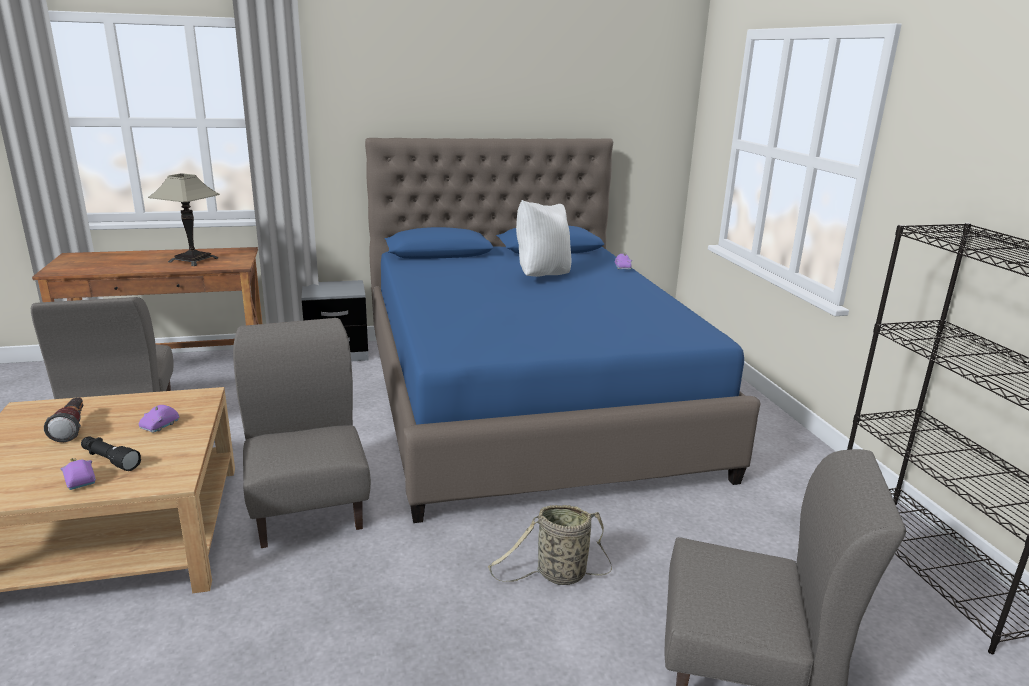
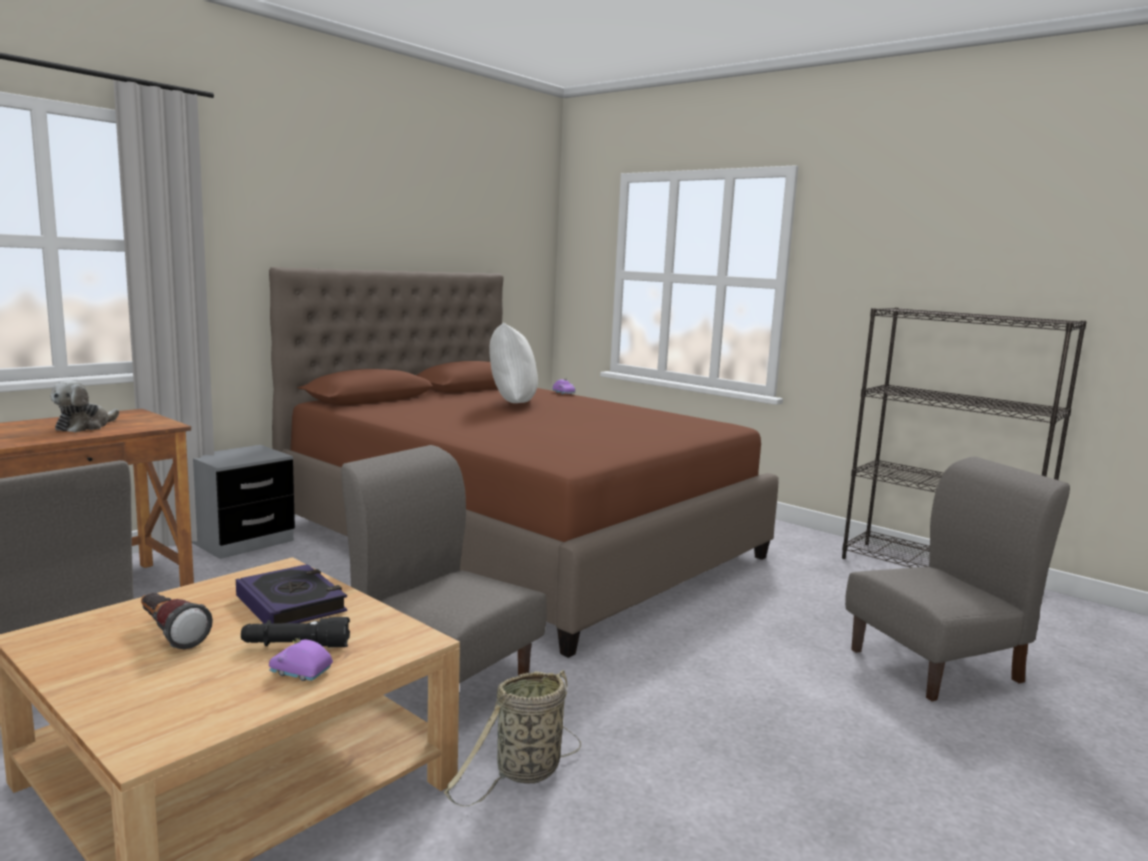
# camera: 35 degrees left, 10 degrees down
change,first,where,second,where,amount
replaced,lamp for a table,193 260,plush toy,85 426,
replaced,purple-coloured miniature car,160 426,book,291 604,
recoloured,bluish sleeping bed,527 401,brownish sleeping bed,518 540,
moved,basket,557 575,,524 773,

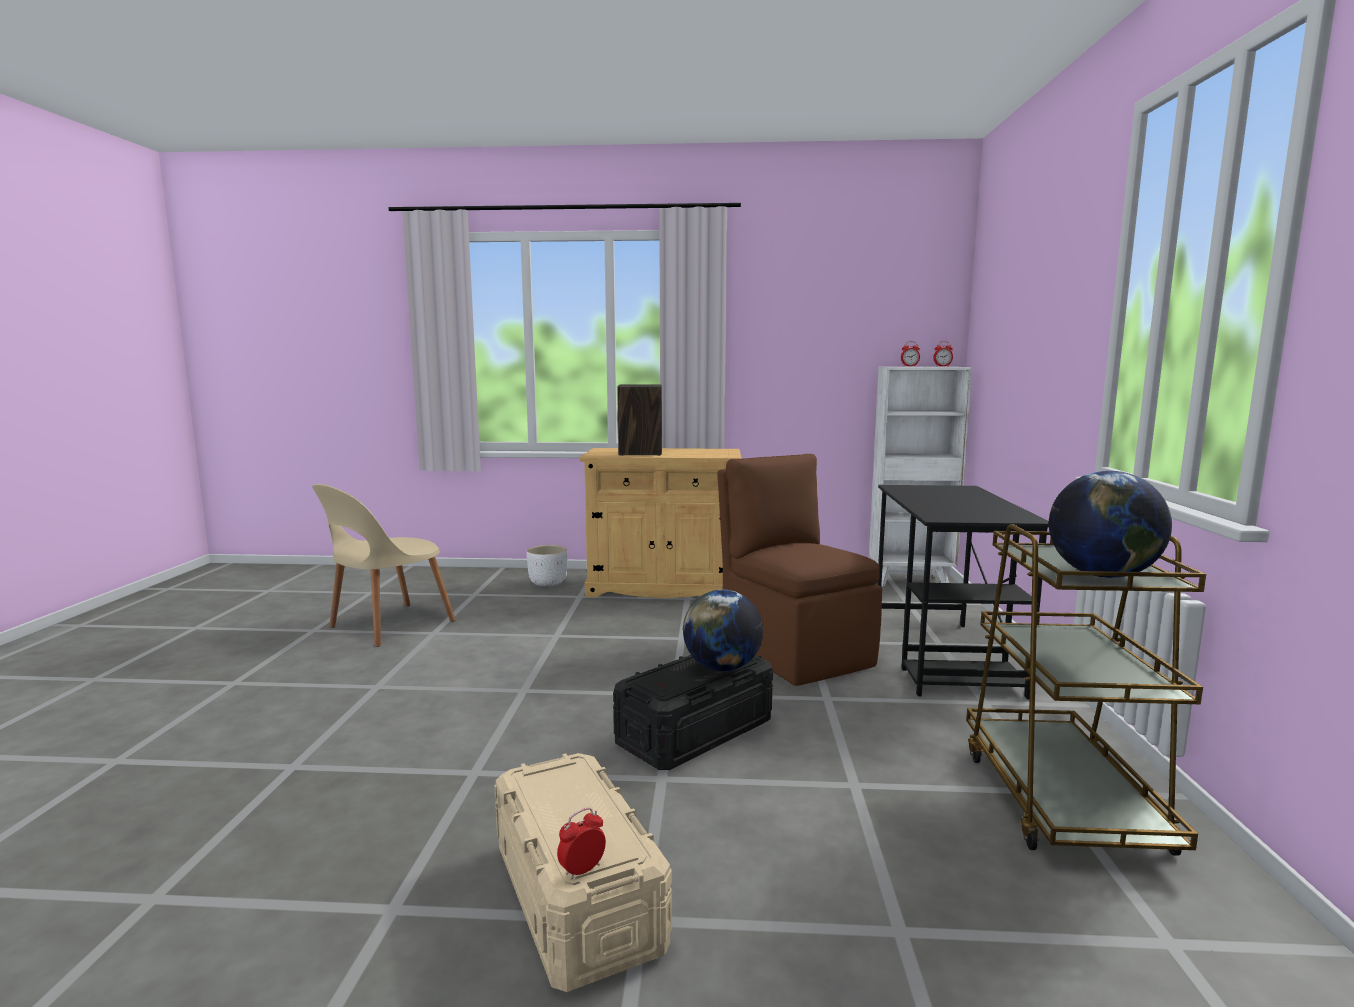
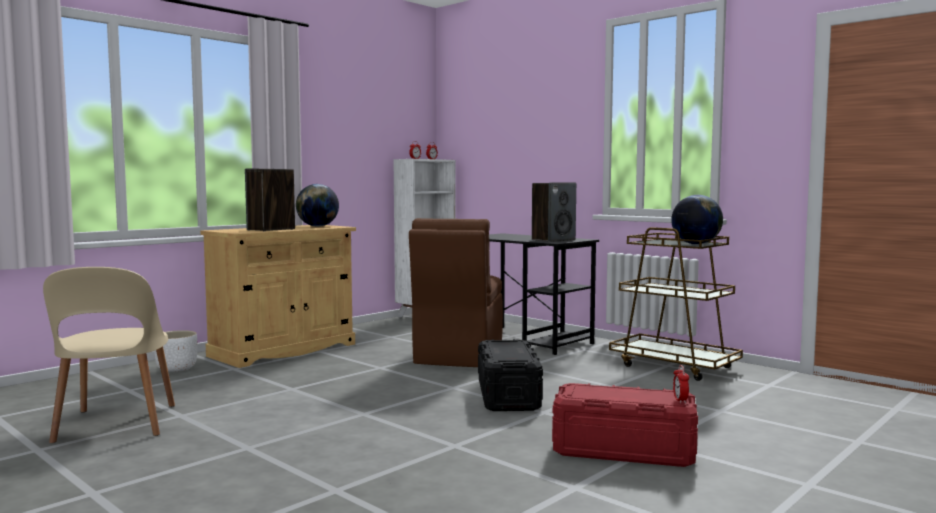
# camera: 50 degrees left, 5 degrees down
change,first,where,second,where,amount
moved,world globe,722 668,,317 226,
turned,brownish plain chair,794 651,,458 356,90 degrees counterclockwise
added,,,speaker,553 240,
recoloured,sand-coloured storage container,576 897,red-coloured storage container,623 450,

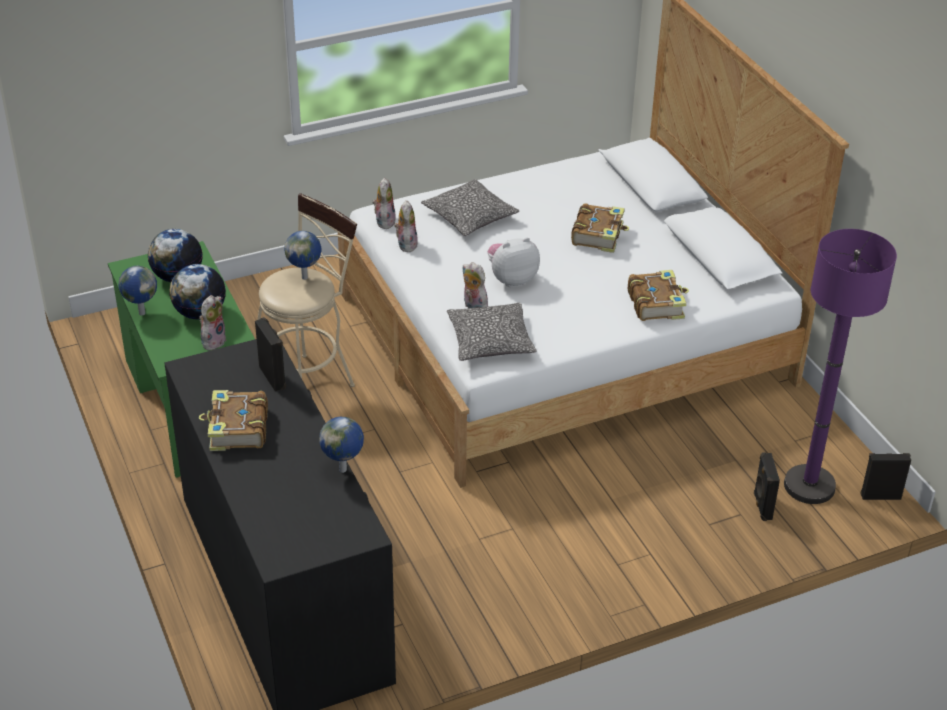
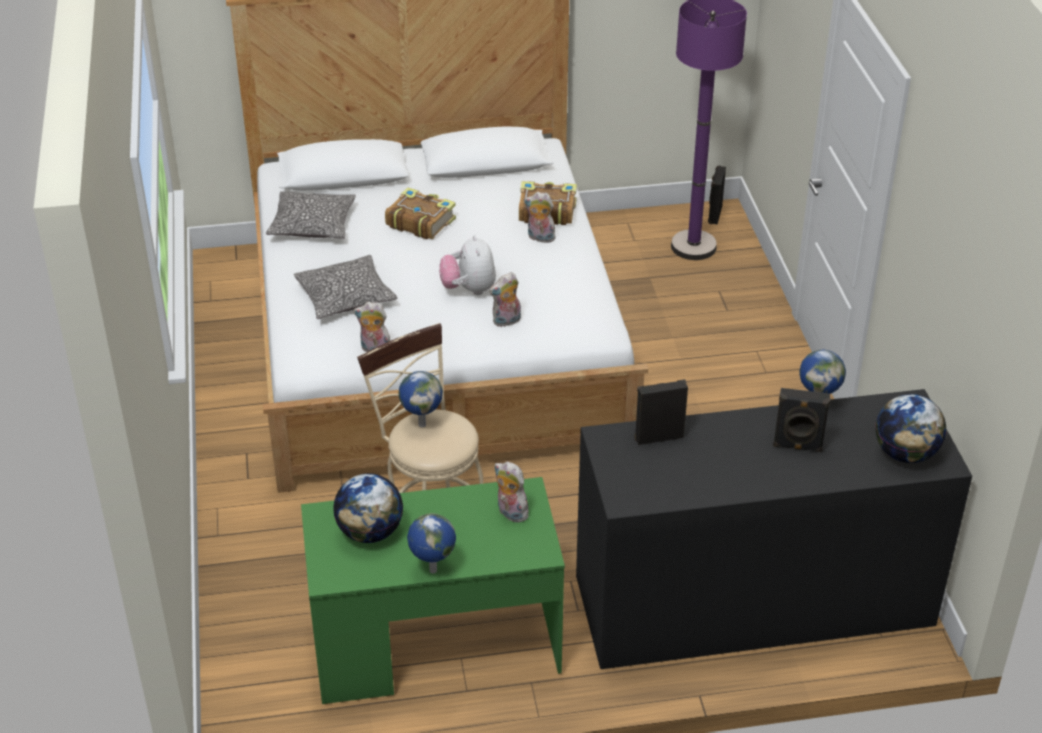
# camera: 75 degrees left, 0 degrees up
change,first,where,second,where,amount
moved,cushion,490 341,,312 225,
moved,plush toy,384 221,,540 238,
moved,blackish speaker,761 506,,797 446,
moved,world globe,199 313,,905 454,
removed,book,237 430,,,

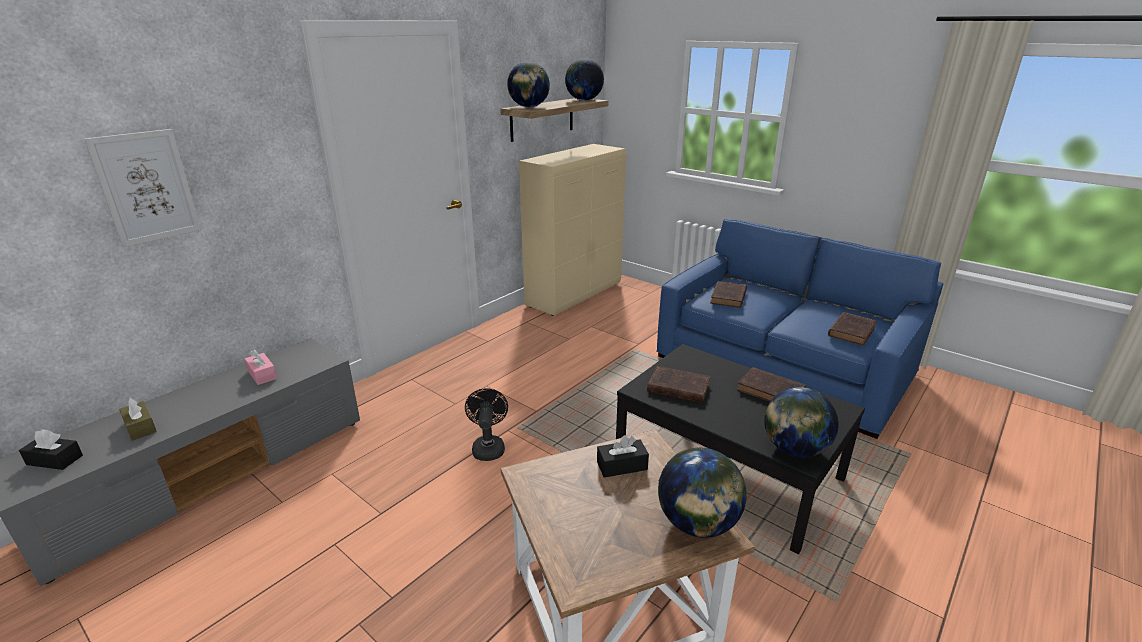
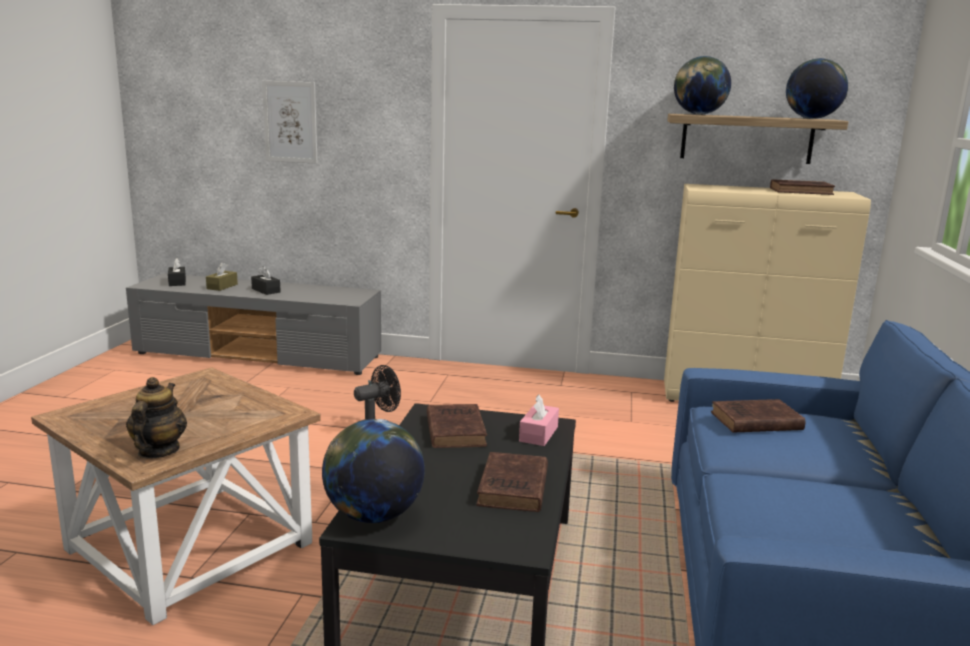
# camera: 60 degrees right, 10 degrees down
change,first,where,second,where,amount
replaced,world globe,697 524,teapot,158 451,
moved,blackish box of tissues,622 466,,266 290,
moved,pink-coloured box of tissues,262 375,,538 434,
moved,brownish book,852 331,,802 191,

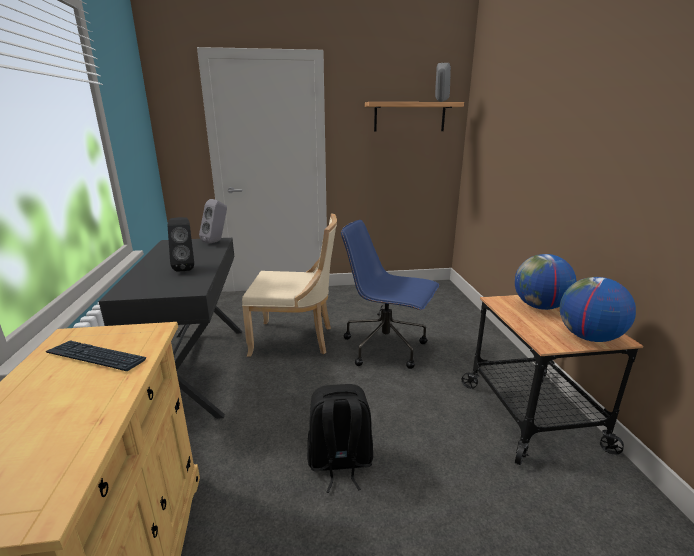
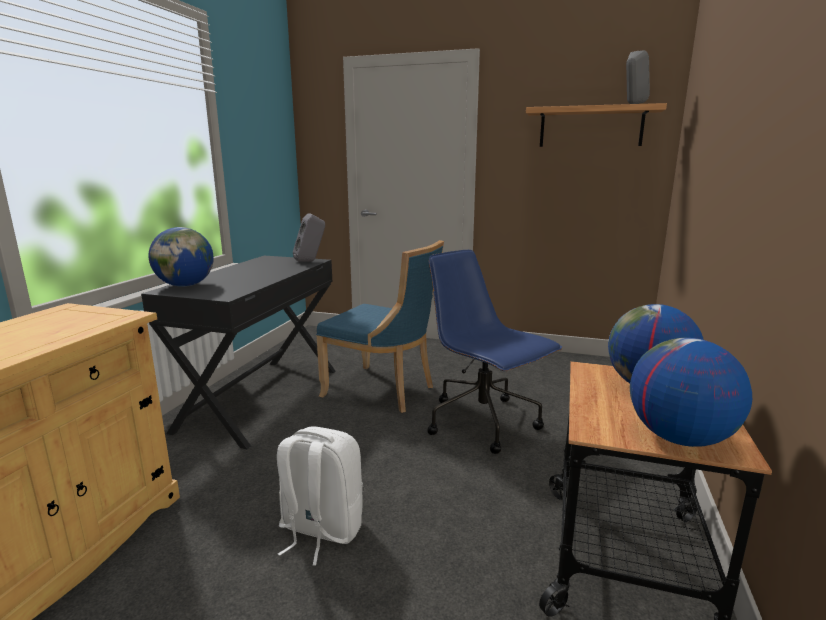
# camera: 25 degrees right, 5 degrees down
change,first,where,second,where,amount
added,,,world globe,186 285,
recoloured,blackish knapsack,339 463,white knapsack,320 530,
recoloured,sand-coloured plain chair,295 339,bluish plain chair,383 391,
removed,computer keyboard,96 357,,,
removed,blackish speaker,186 268,,,

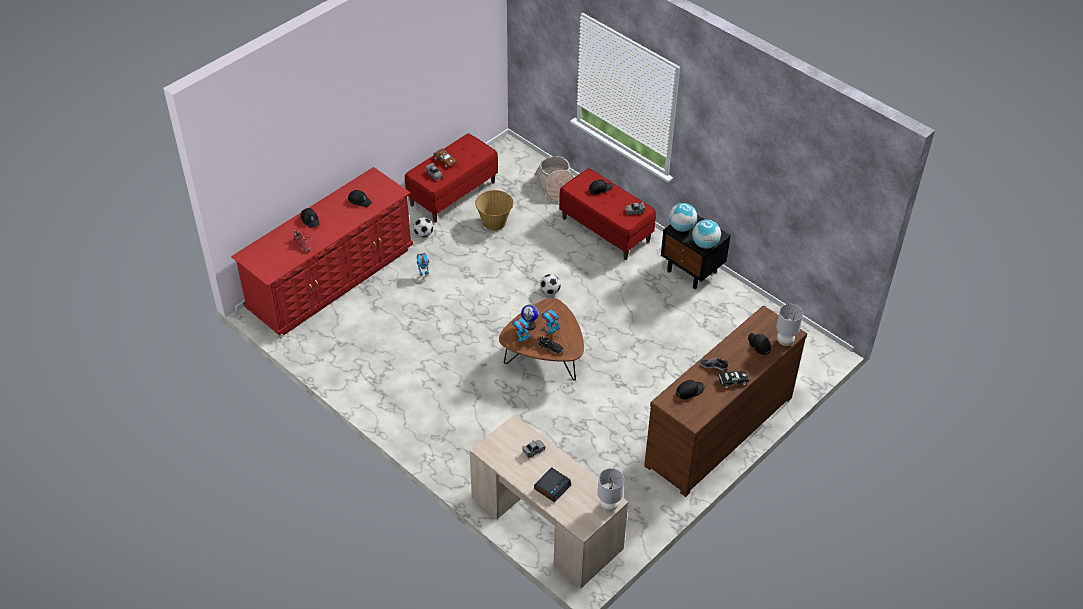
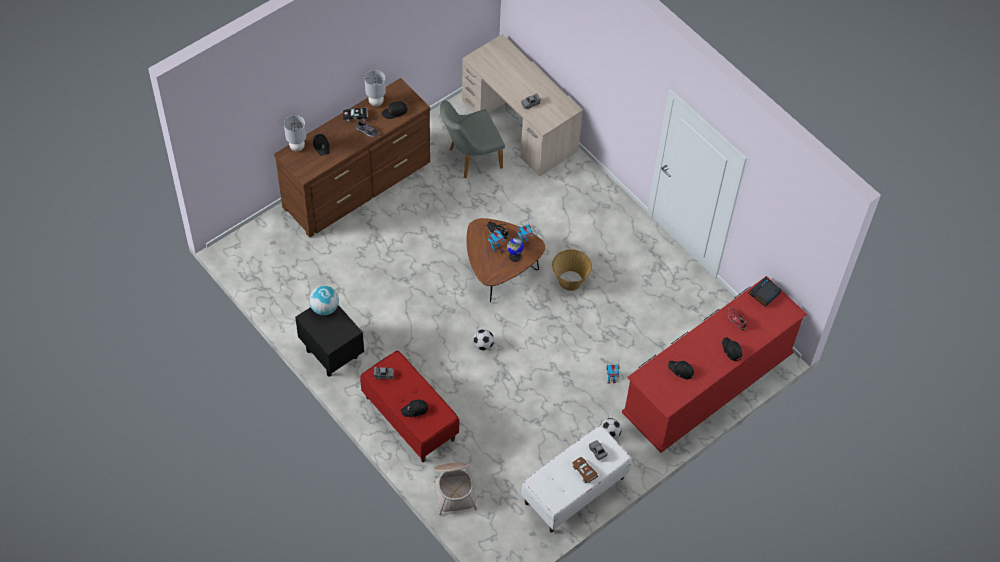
# camera: 175 degrees left, 10 degrees up
change,first,where,second,where,amount
moved,grey lamp for a table,609 506,,376 102,
added,,,grey plain chair,470 159,
recoloured,red-coloured long seat,452 193,white long seat,574 491,
moved,basket,494 222,,570 281,
moved,bedside clock,552 486,,764 294,
removed,world globe,681 227,,,

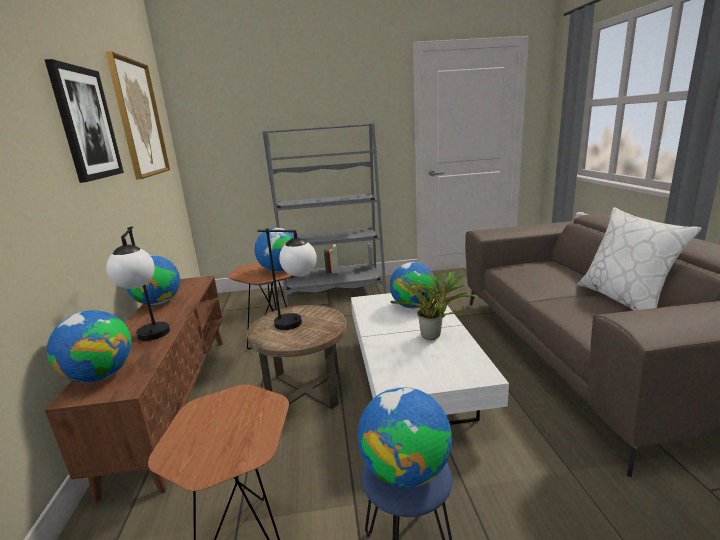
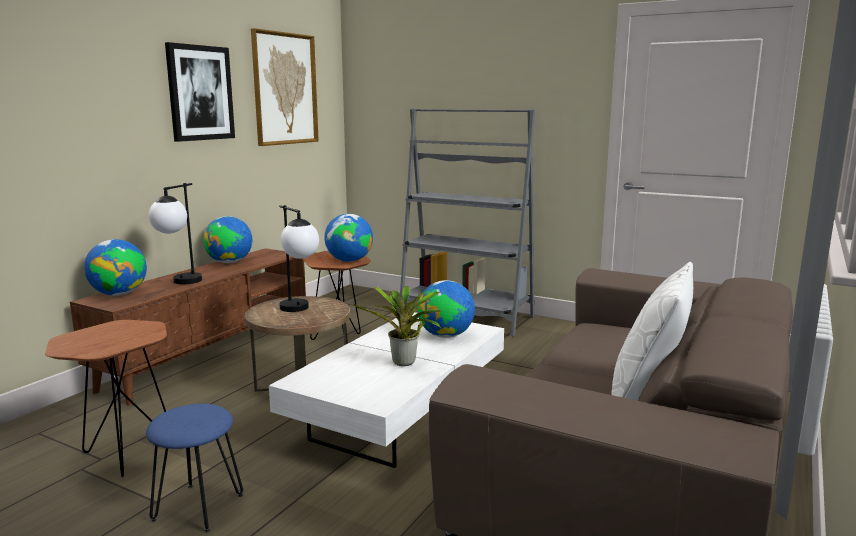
# camera: 35 degrees right, 5 degrees down
change,first,where,second,where,amount
removed,world globe,406 471,,,

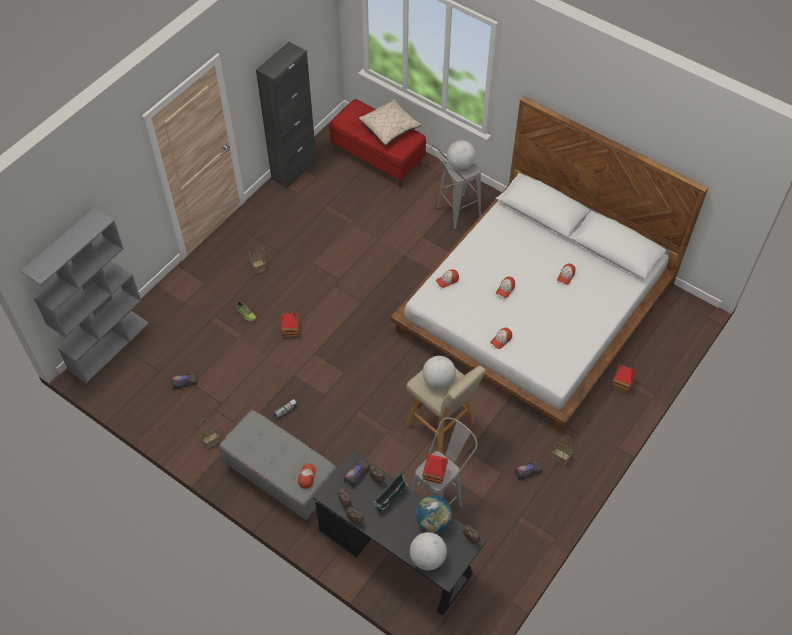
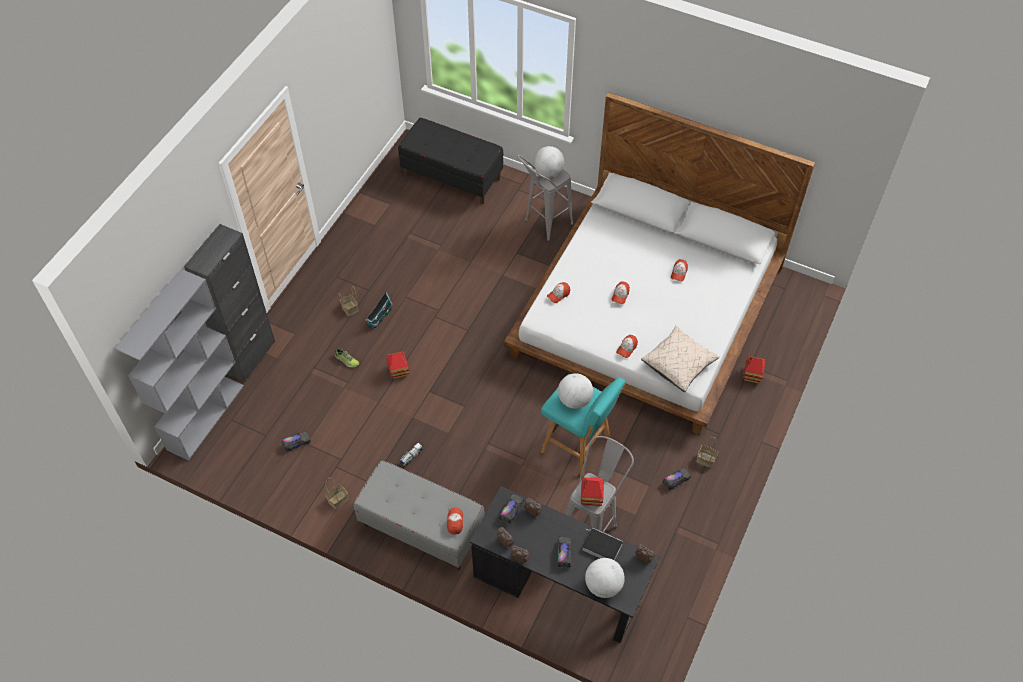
# camera: 10 degrees left, 0 degrees up
change,first,where,second,where,amount
moved,blackish cabinet,294 170,,250 357,
moved,model house,389 498,,379 318,
recoloured,red-coloured long seat,378 157,blackish long seat,452 176,
recoloured,sand-coloured sitting stool,442 425,blue-green sitting stool,578 446,
added,,,toy truck,564 554,
replaced,world globe,433 521,book,601 546,
moved,sand-coloured cushion,390 128,,678 364,

